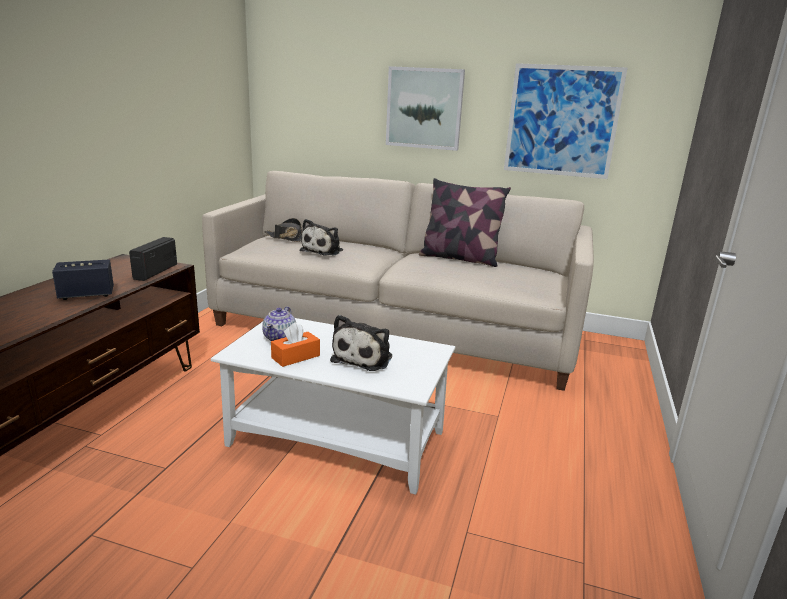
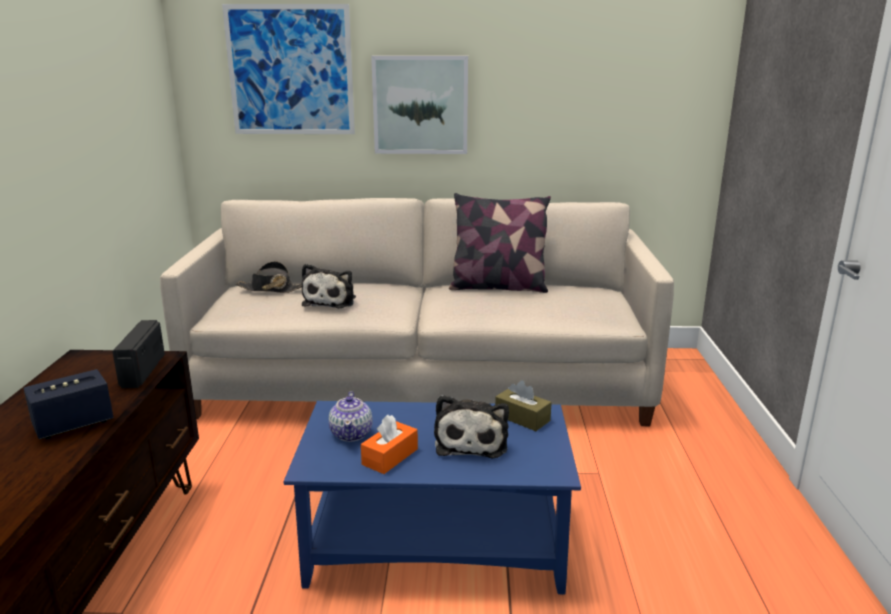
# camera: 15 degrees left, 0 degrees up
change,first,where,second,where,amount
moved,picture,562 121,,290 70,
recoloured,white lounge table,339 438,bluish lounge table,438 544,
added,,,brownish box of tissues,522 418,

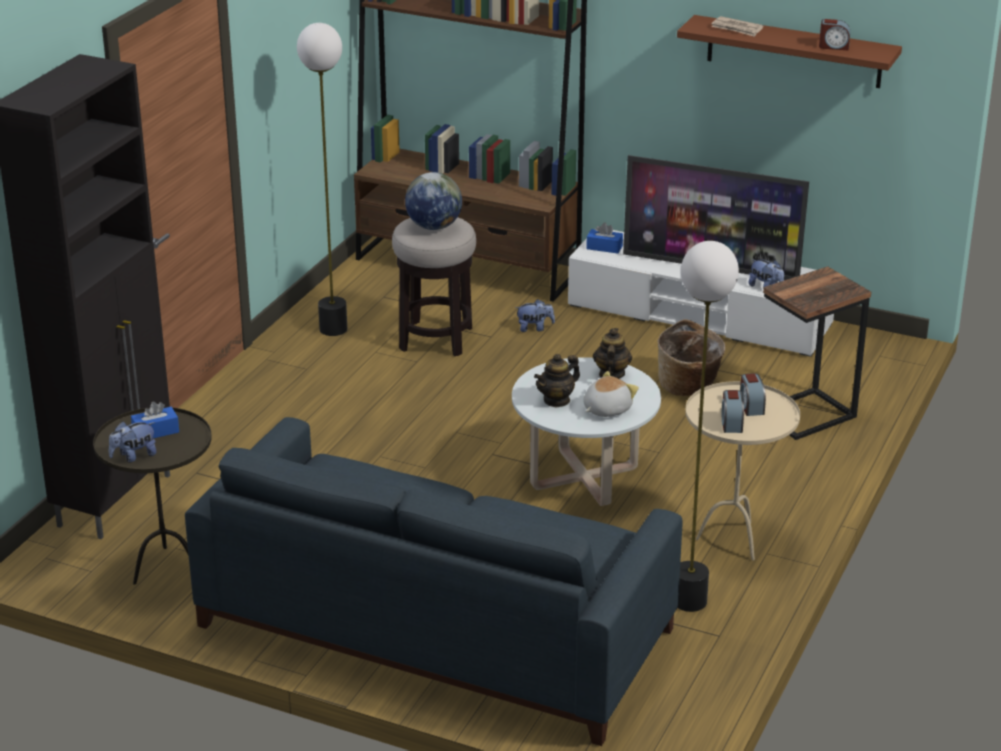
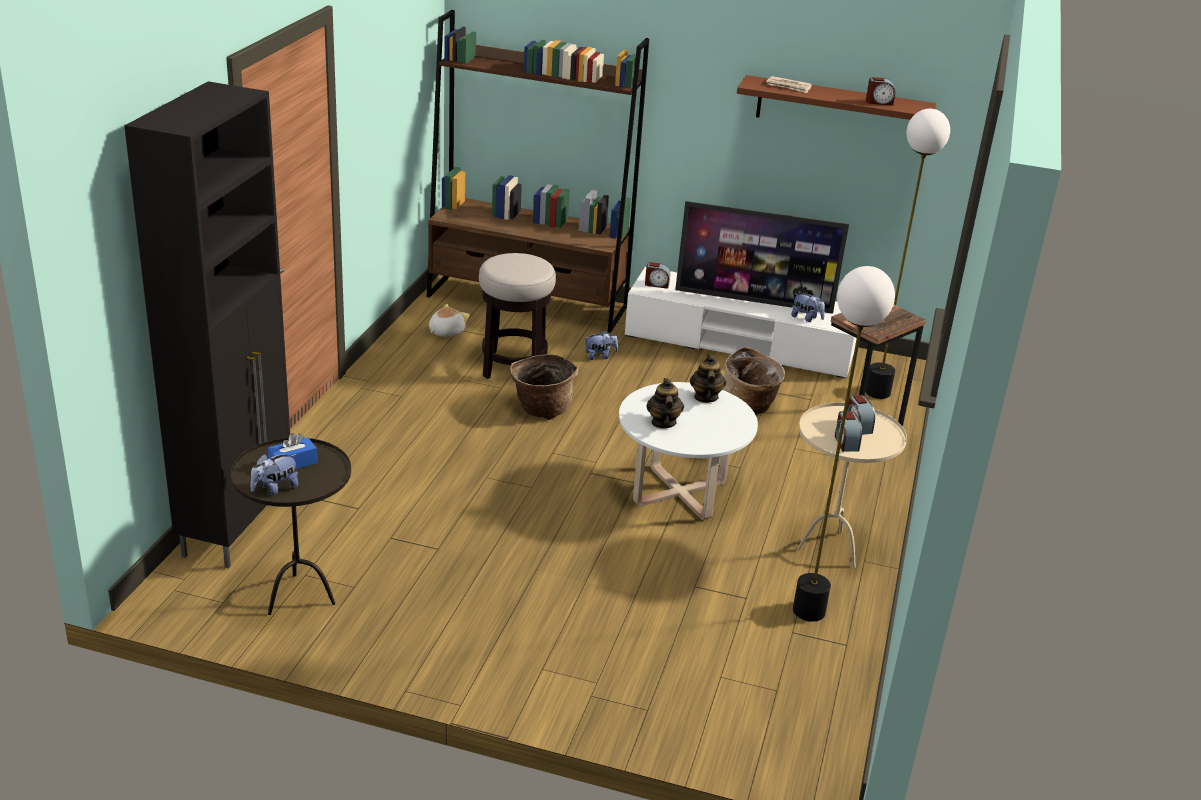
# camera: 10 degrees left, 0 degrees up
change,first,where,second,where,amount
moved,plush toy,606 409,,446 332,
added,,,basket,541 409,
replaced,bluish box of tissues,604 247,bedside clock,656 284,
turned,teapot,557 400,,663 422,135 degrees clockwise
moved,standing lamp,333 329,,878 392,
removed,bluish sofa,435 626,,,
removed,world globe,434 227,,,

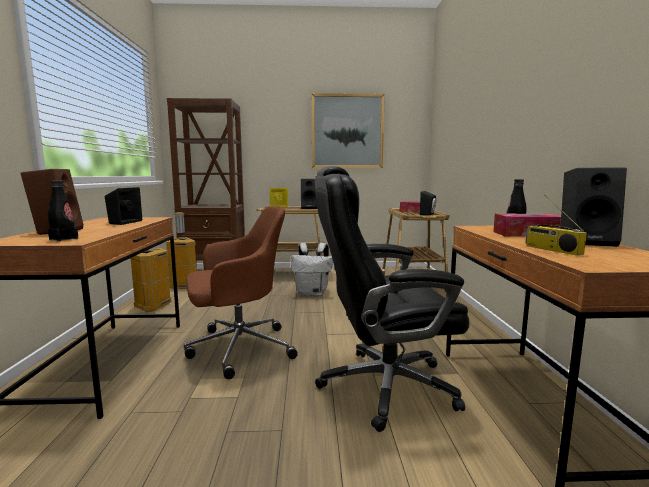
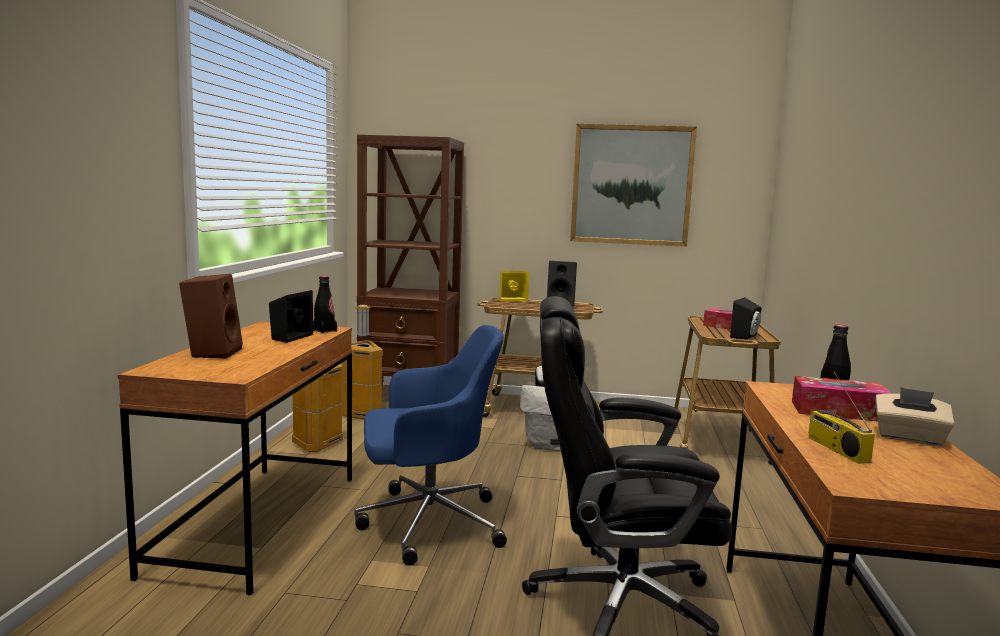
# camera: 10 degrees right, 0 degrees up
change,first,where,second,where,amount
moved,blackish bottle,63 239,,324 331,
recoloured,brownish desk chair,238 348,bluish desk chair,427 523,
replaced,blackish speaker,587 242,sand-coloured box of tissues,909 438,

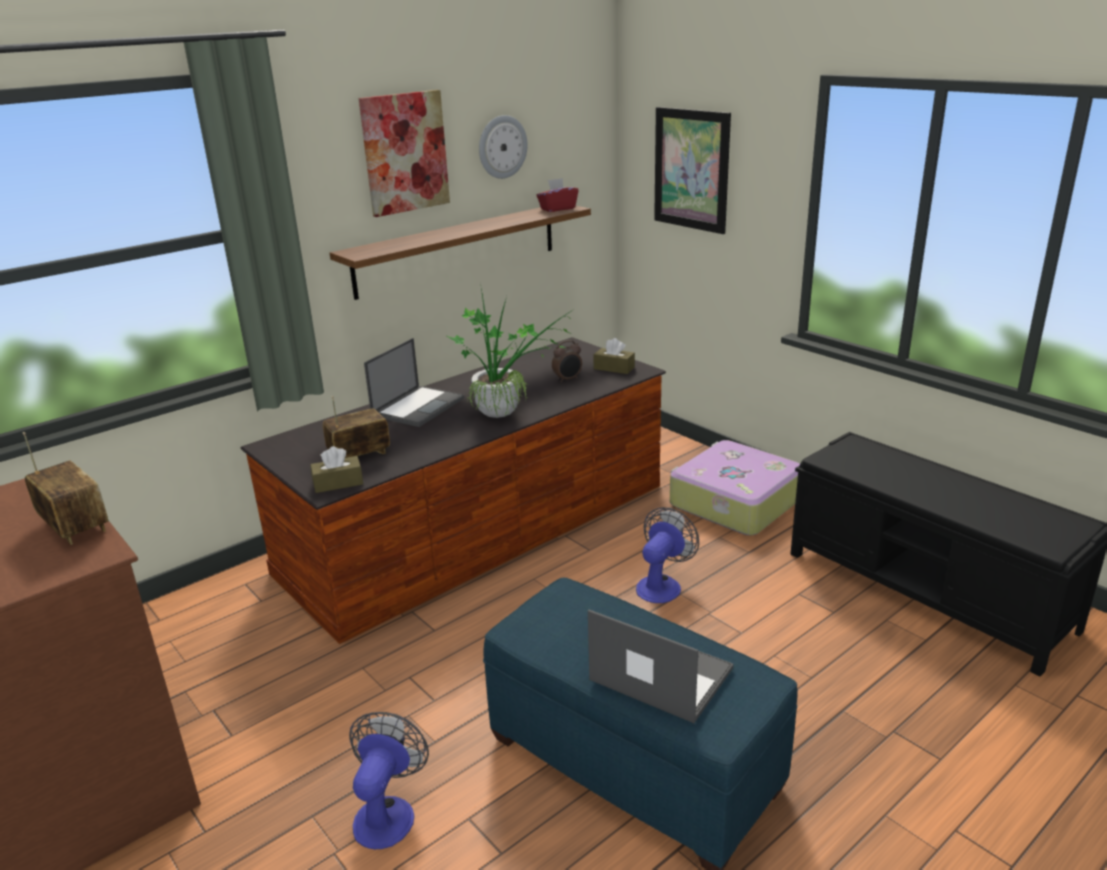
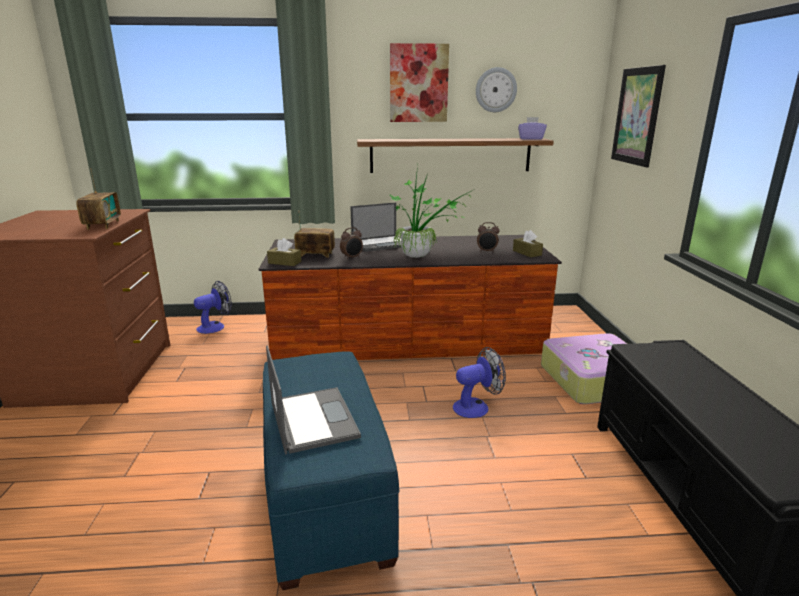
# camera: 35 degrees right, 5 degrees down
change,first,where,second,where,amount
moved,electric fan,387 812,,215 326,
added,,,bedside clock,352 257,
recoloured,red-coloured box of tissues,557 209,purple-coloured box of tissues,530 139,

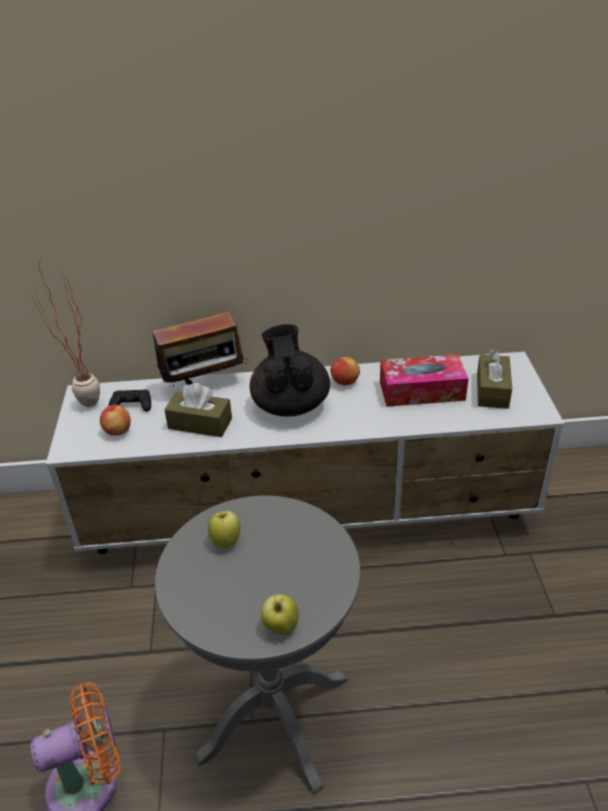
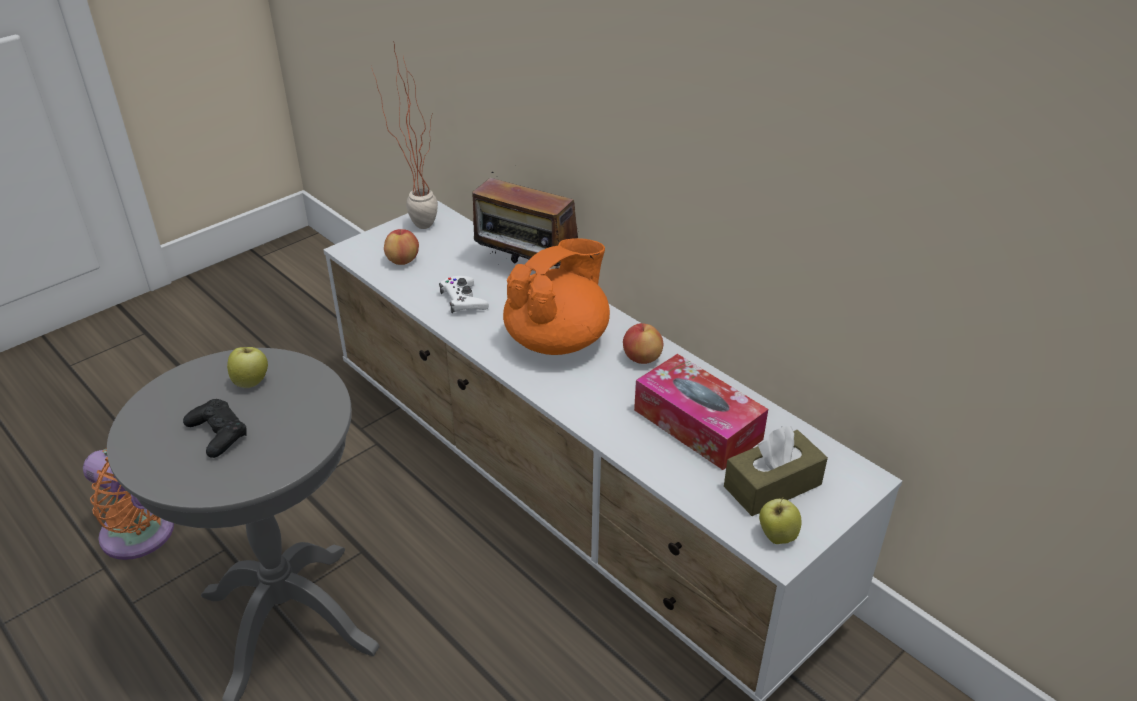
# camera: 50 degrees right, 0 degrees up
change,first,where,second,where,amount
moved,blackish game controller,131 405,,218 433,
replaced,brownish box of tissues,200 423,white game controller,463 300,
recoloured,blackish teapot,290 404,orange-coloured teapot,558 340,
moved,whole apple,281 627,,776 536,

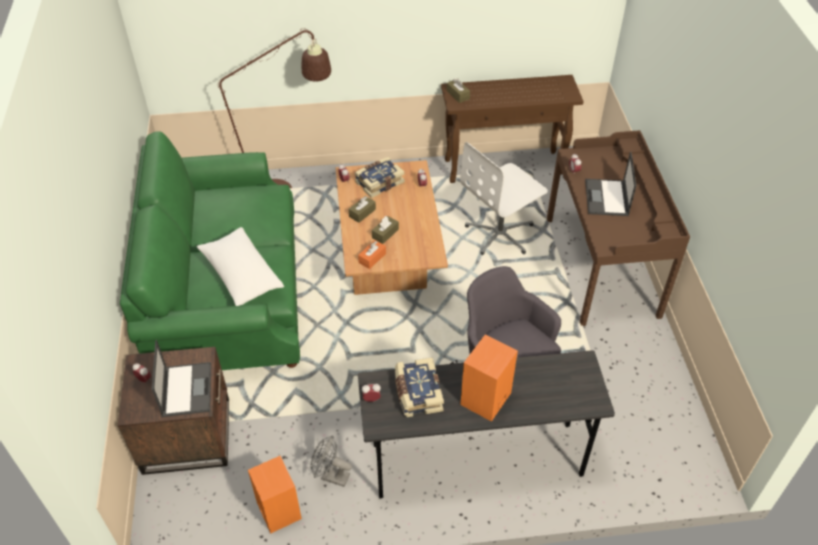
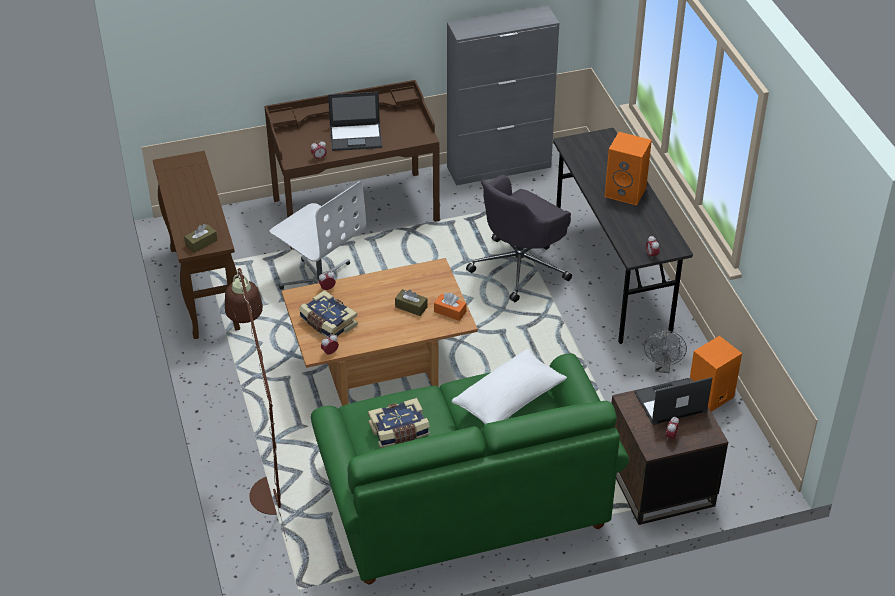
# camera: 100 degrees left, 5 degrees down
change,first,where,second,where,amount
moved,book,417 393,,399 431,
added,,,grey cabinet,499 167,
removed,brownish box of tissues,362 213,,,

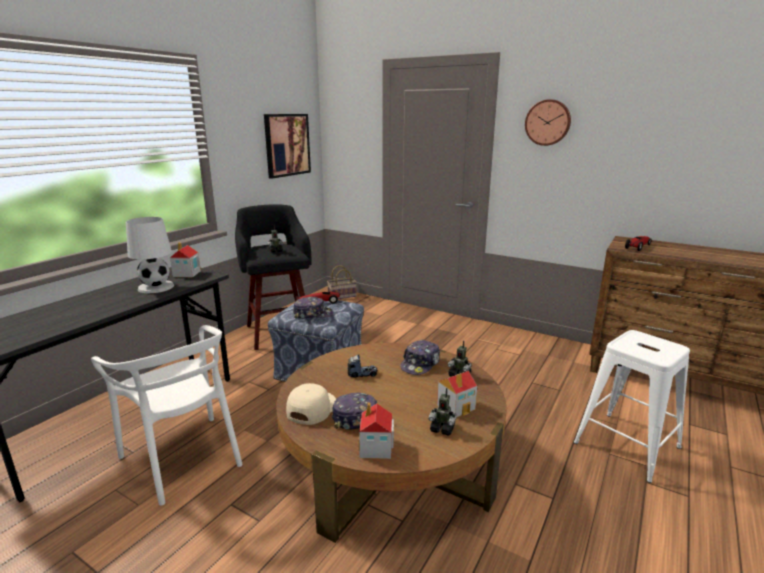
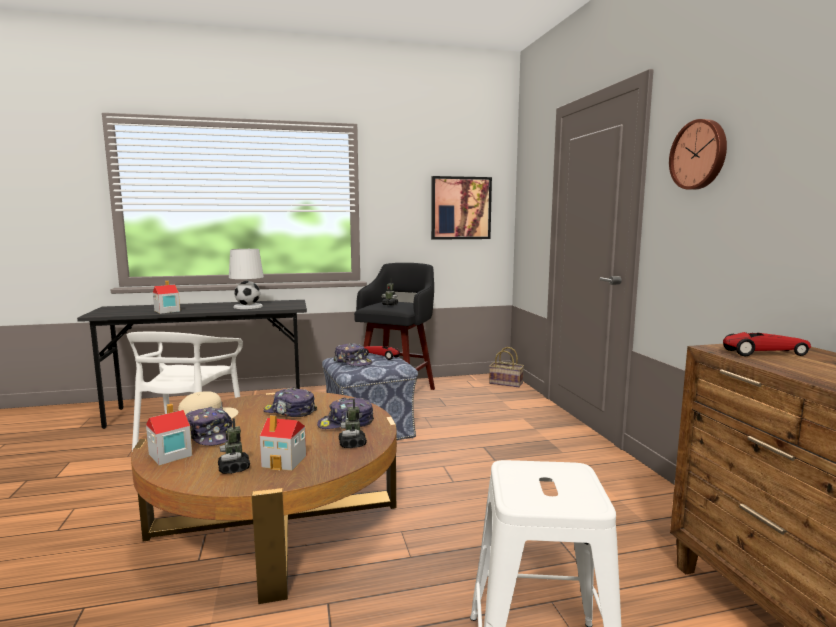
# camera: 45 degrees right, 10 degrees down
change,first,where,second,where,amount
moved,model house,186 274,,166 311,
replaced,toy truck,362 374,baseball cap,290 412,

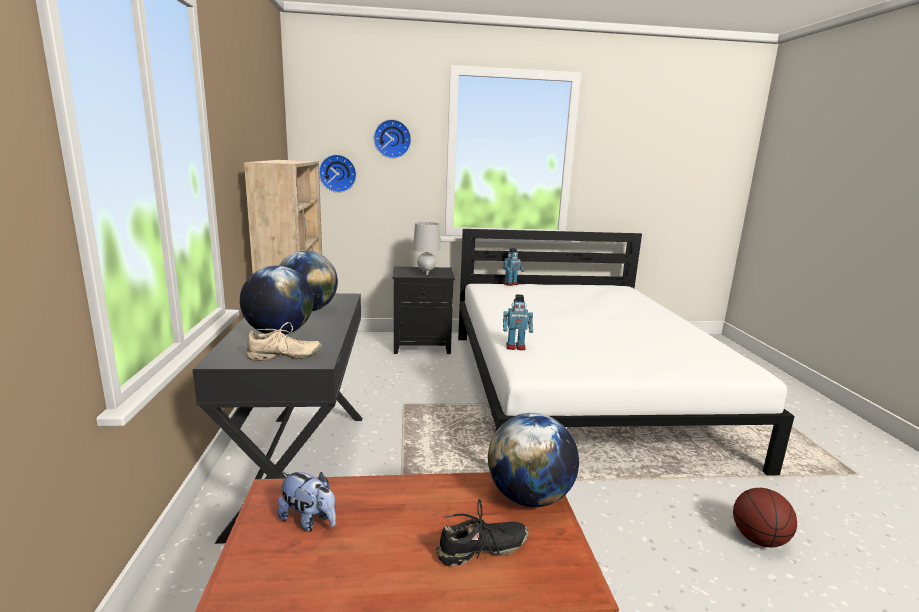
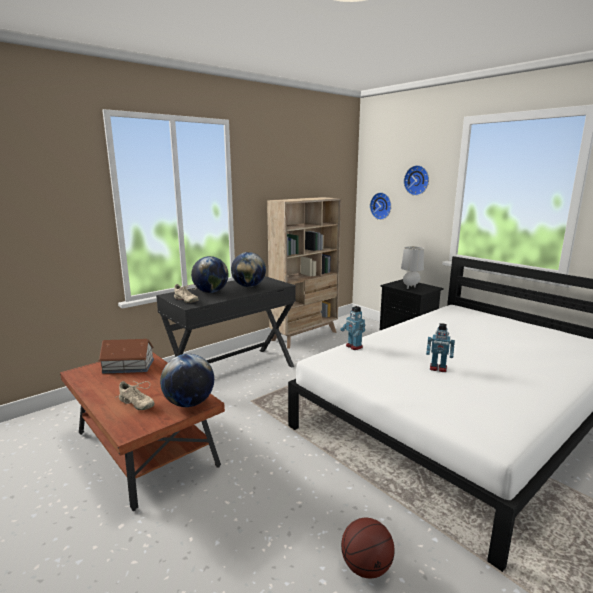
# camera: 55 degrees right, 0 degrees up
change,first,where,second,where,amount
replaced,plush toy,309 521,model house,129 366,
recoloured,blackish low shoe,482 550,sand-coloured low shoe,136 404,
moved,robot figure,511 284,,438 368,

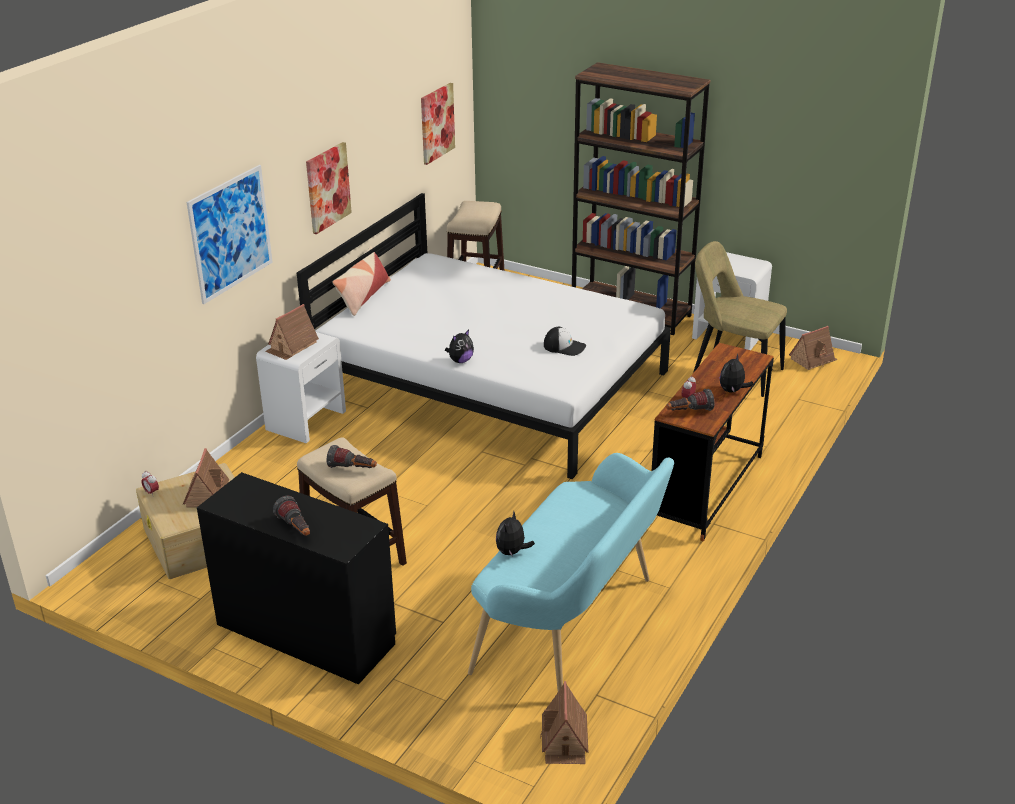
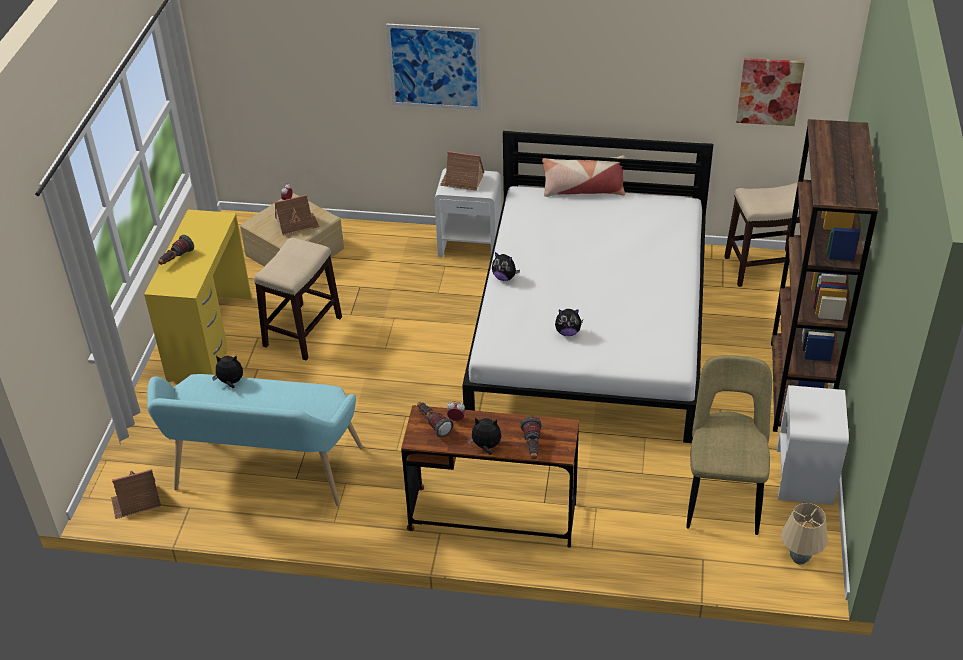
# camera: 70 degrees right, 10 degrees up
change,first,where,second,where,amount
recoloured,blackish desk,305 634,yellowish desk,209 337,
moved,hand torch,353 469,,532 447,
replaced,baseball cap,564 346,plush toy,567 332,
replaced,model house,813 359,sand-coloured lamp for a table,799 558,
removed,picture,327 187,,,

